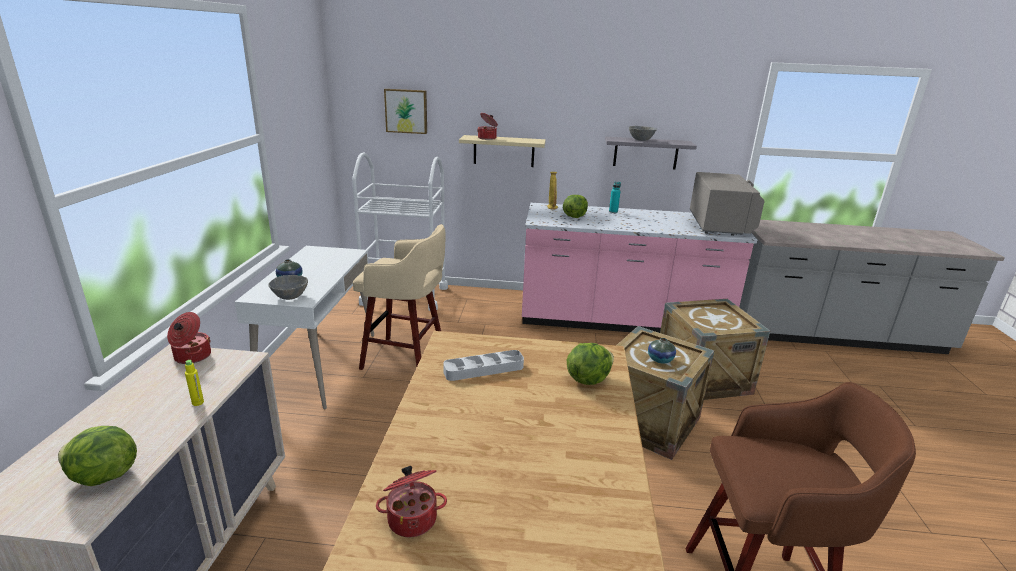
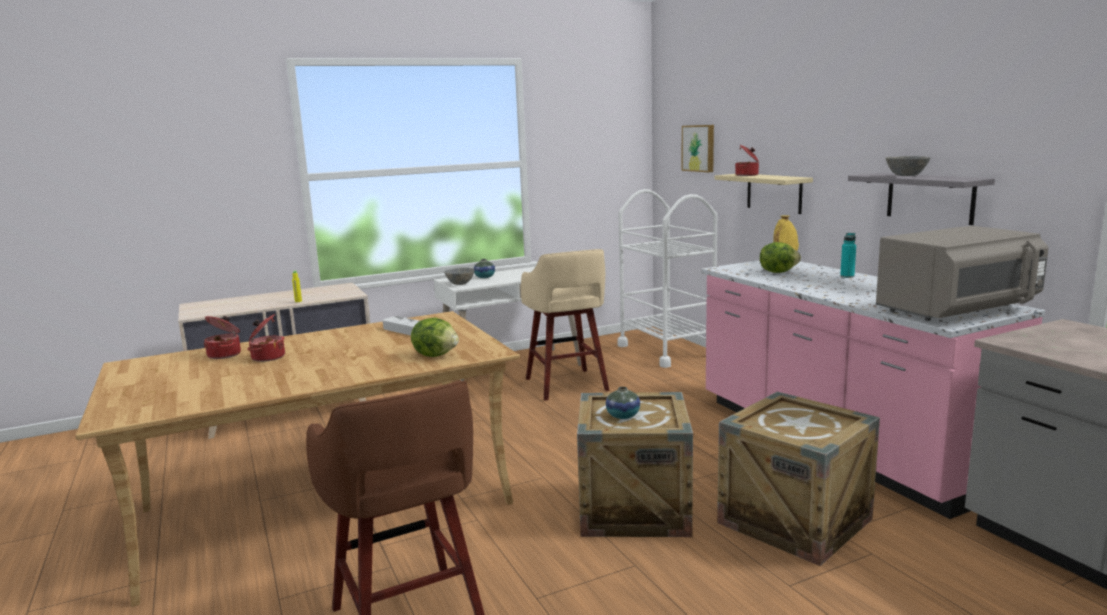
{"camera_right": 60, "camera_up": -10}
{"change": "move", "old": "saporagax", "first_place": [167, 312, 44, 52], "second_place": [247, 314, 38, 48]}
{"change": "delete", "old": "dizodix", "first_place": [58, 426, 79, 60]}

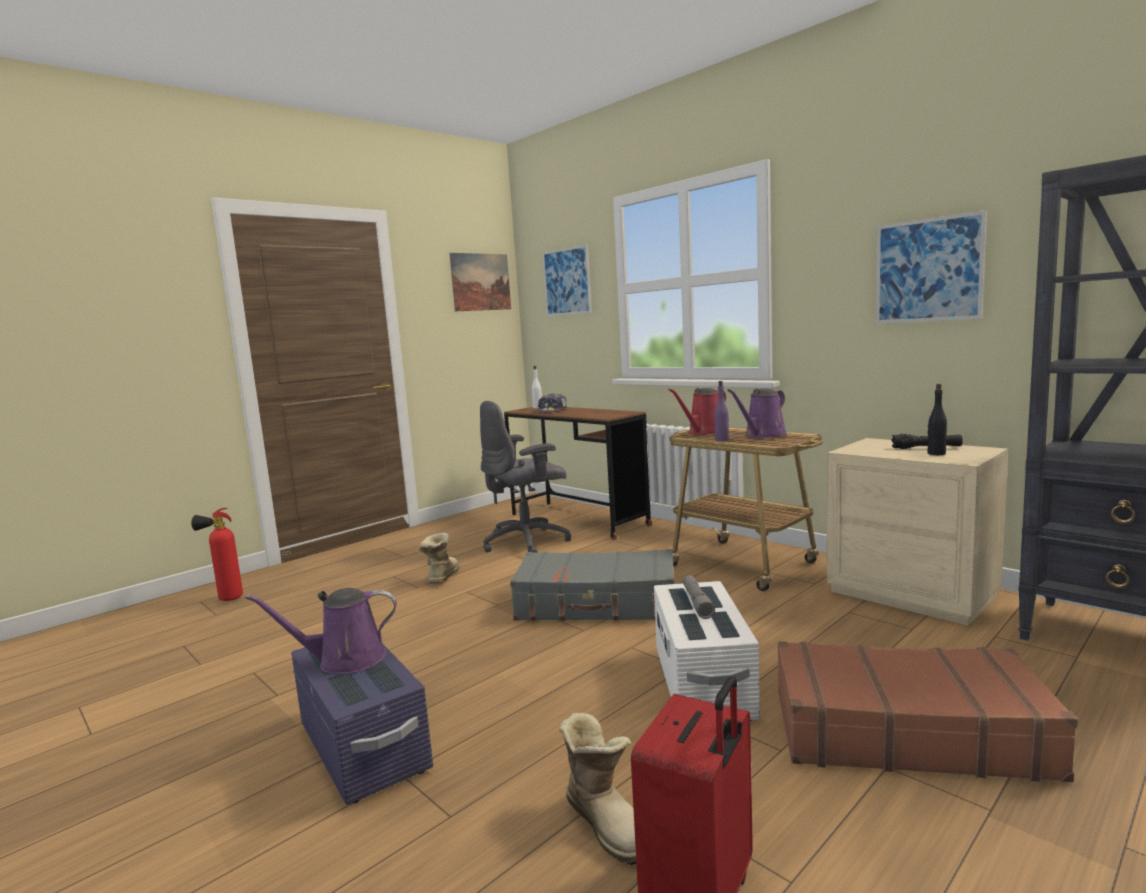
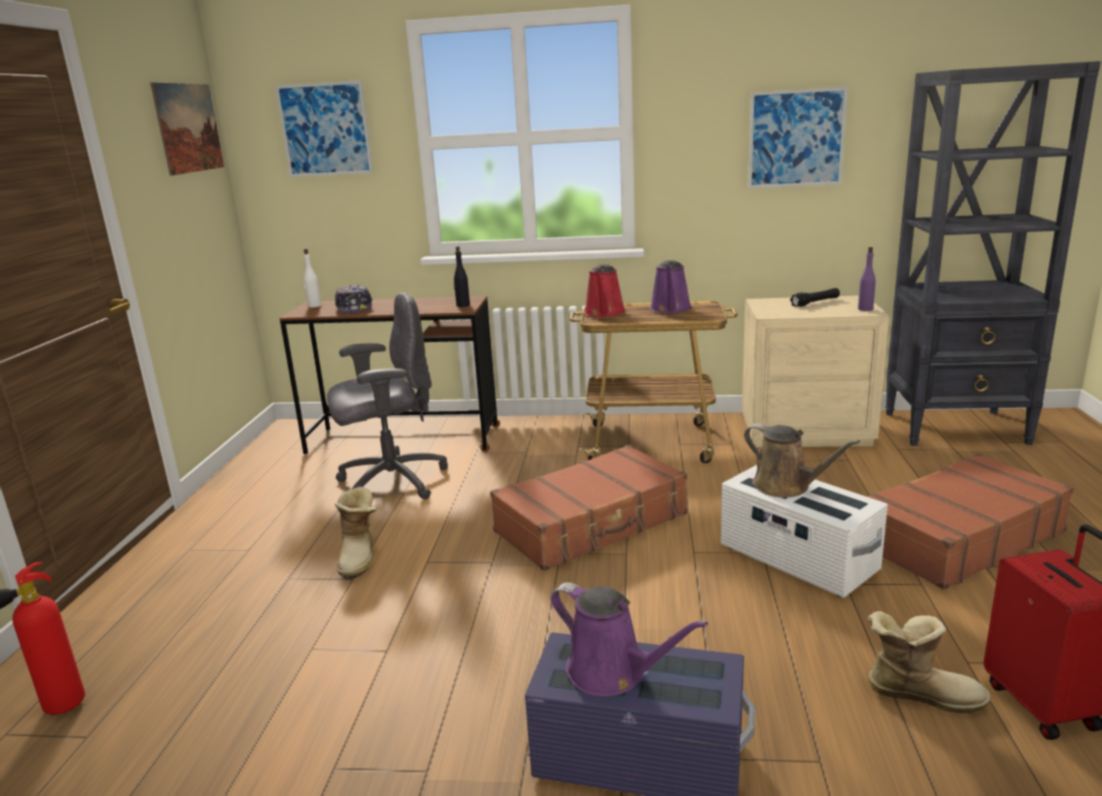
{"camera_right": -40, "camera_up": 10}
{"change": "rotate", "old": "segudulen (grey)", "first_place": [480, 401, 91, 152], "second_place": [327, 293, 121, 206], "degrees": -135}
{"change": "rotate", "old": "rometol", "first_place": [419, 533, 40, 51], "second_place": [334, 486, 43, 93], "degrees": -150}
{"change": "move", "old": "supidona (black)", "first_place": [928, 384, 19, 71], "second_place": [454, 246, 16, 61]}
{"change": "recolor", "old": "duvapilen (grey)", "new": "duvapilen (brown)", "first_place": [510, 549, 164, 72], "second_place": [490, 445, 197, 126]}
{"change": "rotate", "old": "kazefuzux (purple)", "first_place": [245, 588, 152, 86], "second_place": [551, 582, 157, 115], "degrees": -90}
{"change": "replace", "old": "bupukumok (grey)", "new": "kazefuzux (brown)", "first_place": [682, 575, 33, 44], "second_place": [744, 424, 116, 74]}
{"change": "move", "old": "supidona (purple)", "first_place": [714, 381, 15, 60], "second_place": [858, 247, 18, 64]}

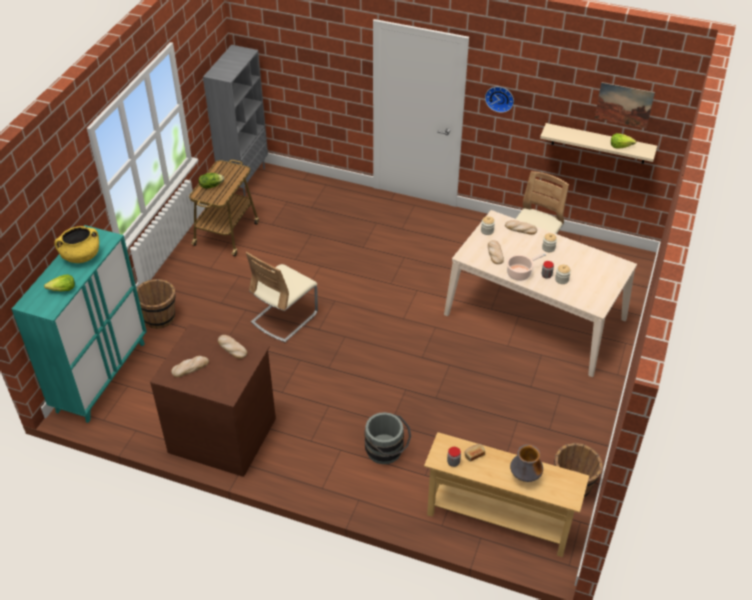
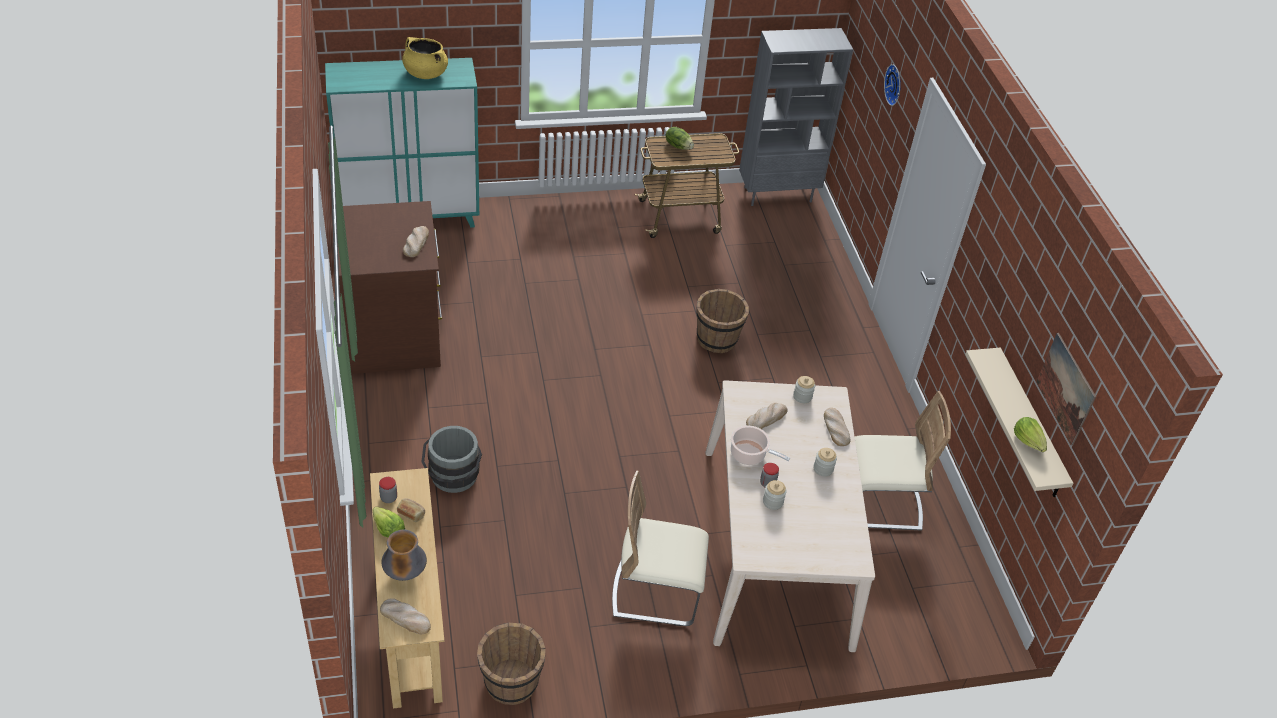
{"camera_right": 55, "camera_up": 0}
{"change": "move", "old": "dizodix", "first_place": [44, 274, 31, 17], "second_place": [373, 507, 32, 30]}
{"change": "move", "old": "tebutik", "first_place": [171, 356, 38, 21], "second_place": [380, 598, 51, 36]}
{"change": "move", "old": "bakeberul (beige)", "first_place": [246, 252, 72, 91], "second_place": [612, 471, 97, 155]}
{"change": "move", "old": "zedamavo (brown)", "first_place": [136, 279, 39, 50], "second_place": [696, 289, 53, 64]}
{"change": "move", "old": "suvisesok", "first_place": [485, 87, 29, 26], "second_place": [884, 64, 17, 42]}

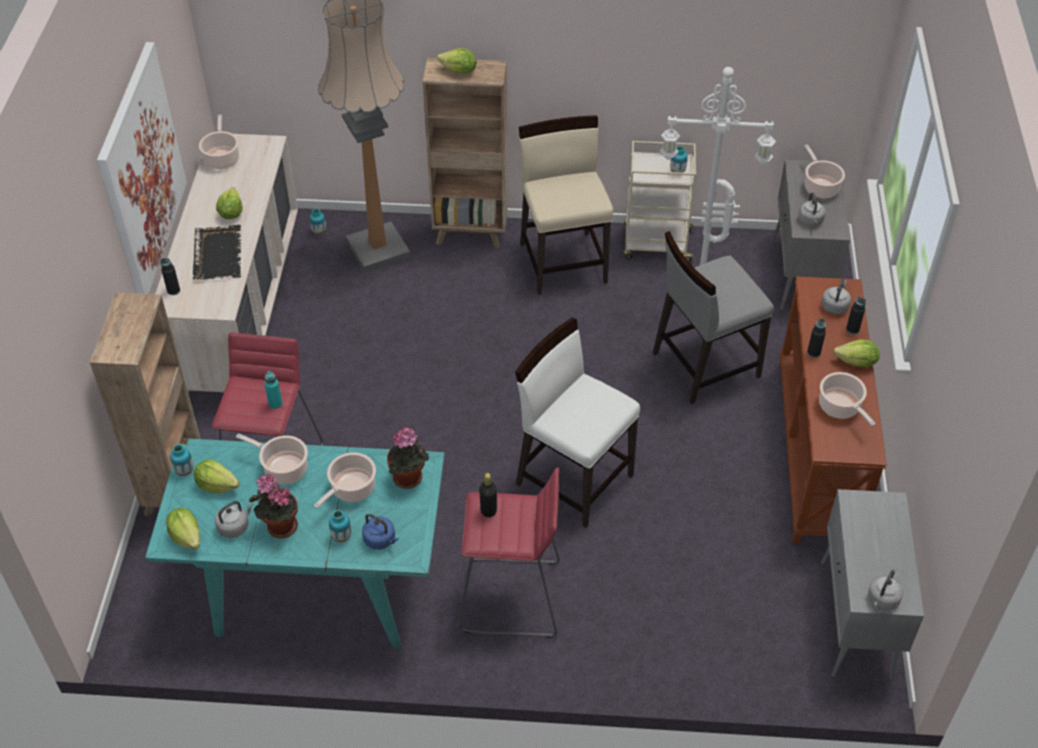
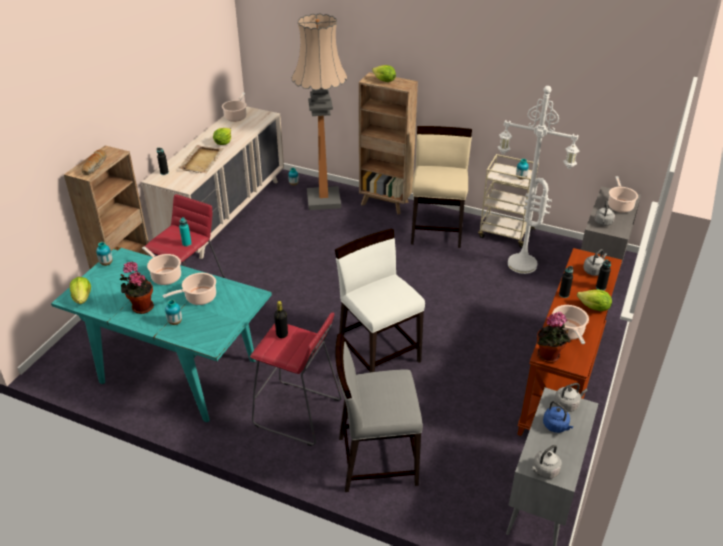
{"camera_right": 20, "camera_up": -10}
{"change": "insert", "new": "tebutik", "second_place": [81, 149, 25, 26]}
{"change": "recolor", "old": "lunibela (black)", "new": "lunibela (beige)", "first_place": [193, 225, 48, 55], "second_place": [178, 145, 46, 29]}
{"change": "move", "old": "bakeberul (grey)", "first_place": [653, 231, 121, 173], "second_place": [335, 333, 88, 159]}
{"change": "move", "old": "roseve", "first_place": [387, 427, 42, 62], "second_place": [537, 312, 33, 51]}
{"change": "move", "old": "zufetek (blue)", "first_place": [362, 514, 37, 36], "second_place": [543, 401, 31, 32]}
{"change": "move", "old": "zufetek (grey)", "first_place": [215, 501, 39, 37], "second_place": [554, 383, 34, 29]}
{"change": "delete", "old": "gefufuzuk", "first_place": [97, 42, 90, 252]}
{"change": "delete", "old": "dizodix", "first_place": [194, 459, 46, 35]}

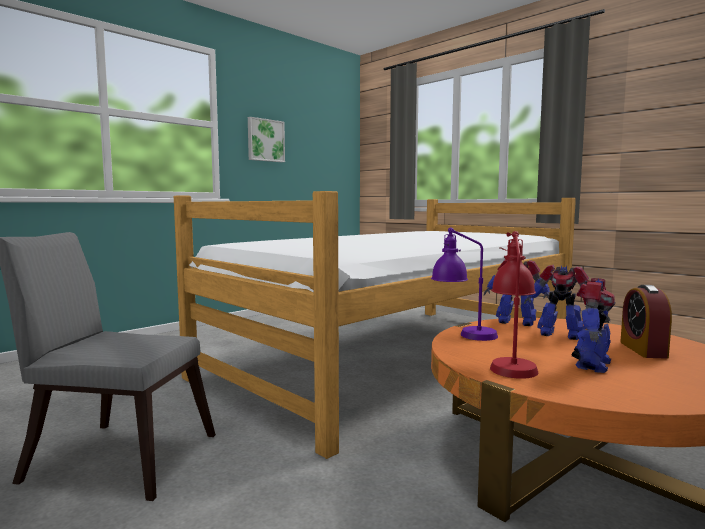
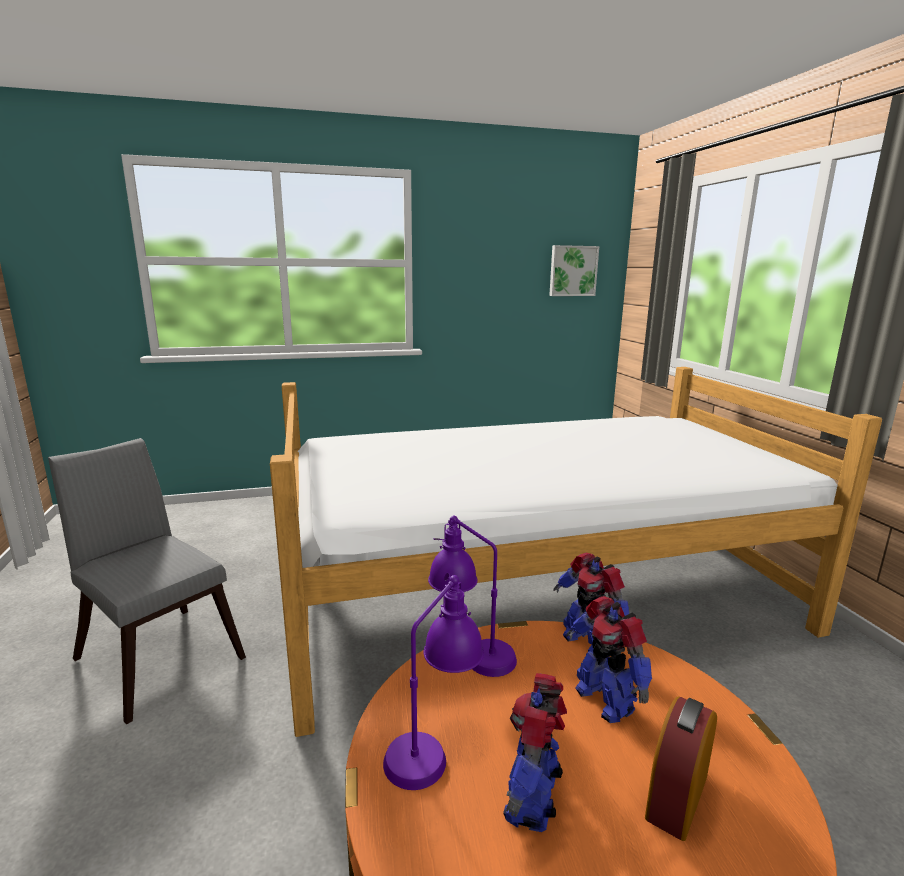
{"camera_right": 30, "camera_up": 10}
{"change": "recolor", "old": "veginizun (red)", "new": "veginizun (purple)", "first_place": [490, 231, 48, 148], "second_place": [383, 573, 101, 217]}
{"change": "rotate", "old": "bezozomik", "first_place": [572, 278, 44, 95], "second_place": [503, 673, 64, 159], "degrees": 135}
{"change": "move", "old": "gefufuzuk", "first_place": [248, 117, 37, 45], "second_place": [549, 245, 50, 51]}

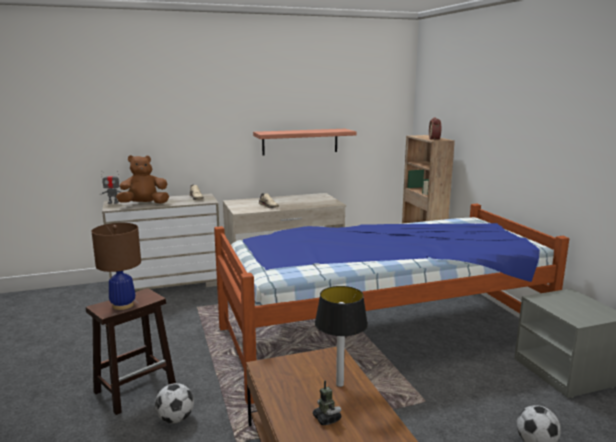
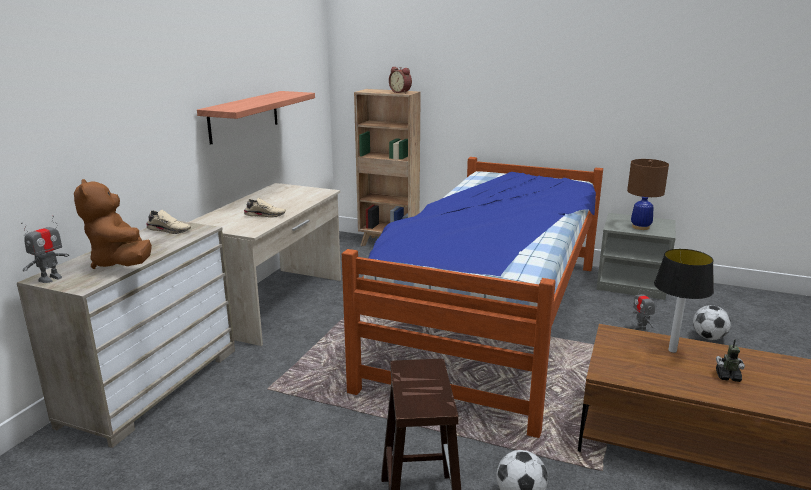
{"camera_right": -50, "camera_up": 5}
{"change": "rotate", "old": "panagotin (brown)", "first_place": [116, 155, 53, 49], "second_place": [74, 179, 78, 90], "degrees": -45}
{"change": "move", "old": "veginizun (brown)", "first_place": [92, 223, 49, 87], "second_place": [627, 159, 42, 71]}
{"change": "insert", "new": "bezozomik", "second_place": [633, 285, 22, 47]}

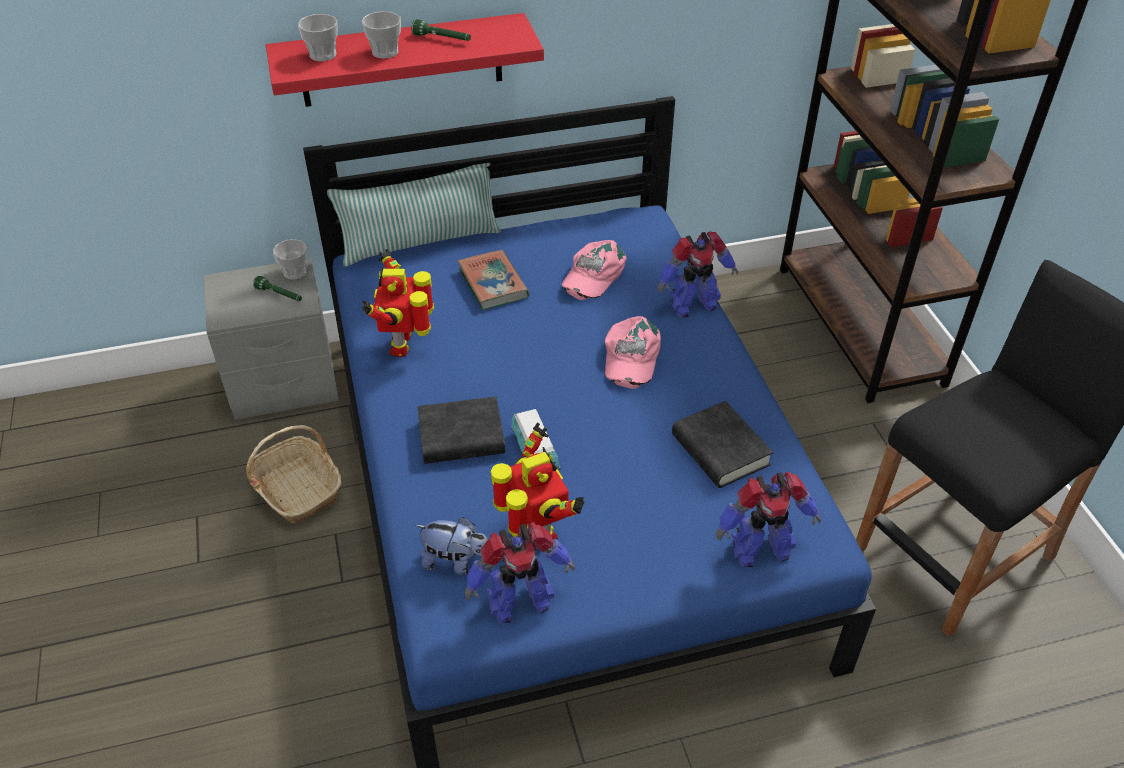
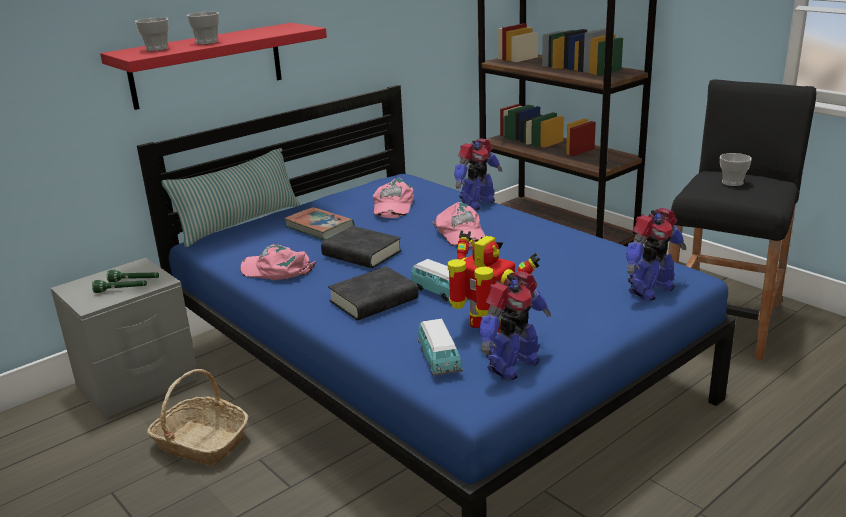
{"camera_right": -25, "camera_up": -20}
{"change": "move", "old": "bupukumok (green)", "first_place": [411, 19, 60, 22], "second_place": [92, 280, 55, 13]}
{"change": "replace", "old": "bezozomik", "new": "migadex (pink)", "first_place": [362, 249, 72, 108], "second_place": [240, 244, 76, 36]}
{"change": "move", "old": "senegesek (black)", "first_place": [672, 401, 101, 87], "second_place": [321, 226, 81, 42]}
{"change": "replace", "old": "panagotin", "new": "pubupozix", "first_place": [415, 517, 73, 58], "second_place": [418, 319, 45, 57]}
{"change": "move", "old": "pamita", "first_place": [273, 239, 34, 41], "second_place": [720, 153, 32, 33]}

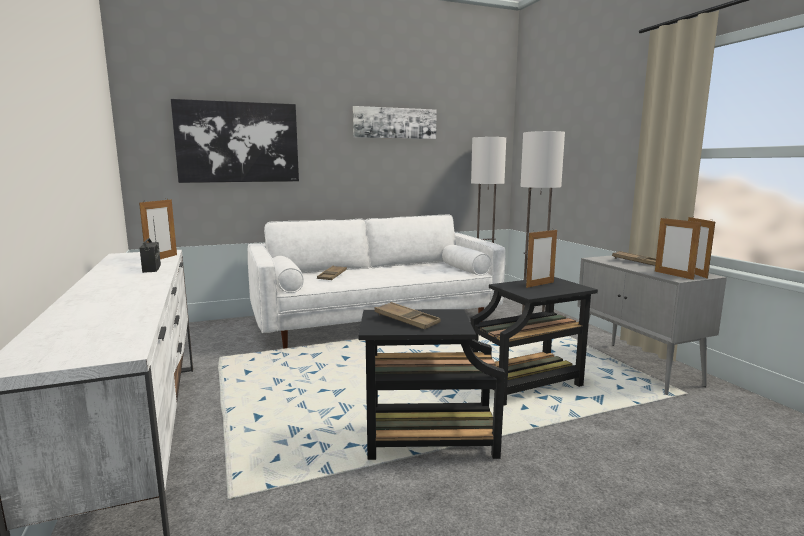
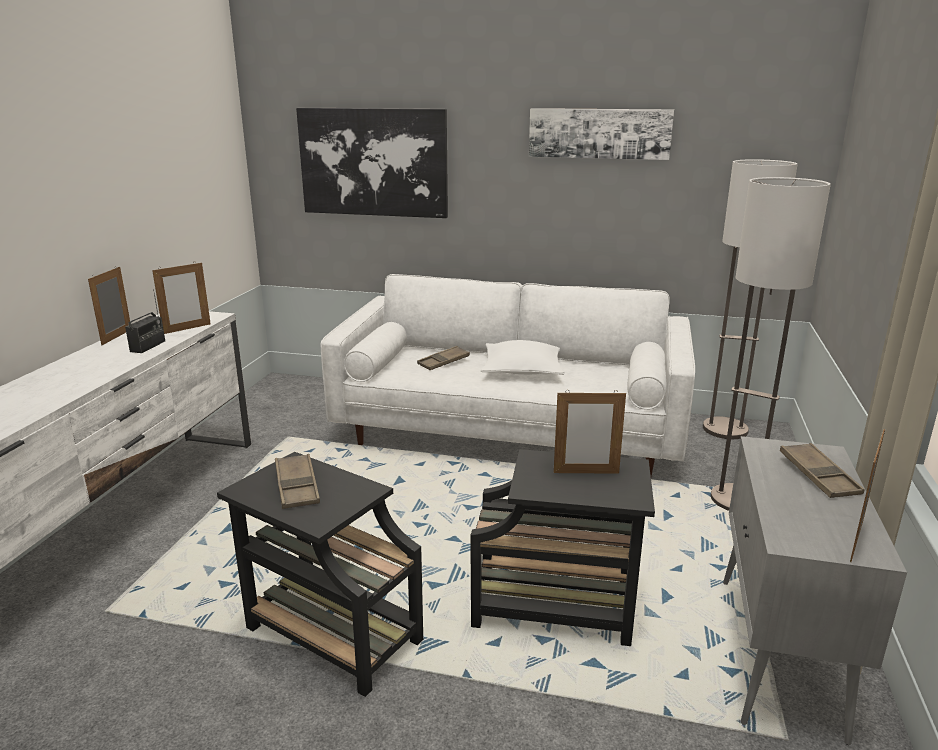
{"camera_right": 35, "camera_up": 10}
{"change": "move", "old": "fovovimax", "first_place": [655, 218, 46, 62], "second_place": [88, 267, 42, 78]}
{"change": "insert", "new": "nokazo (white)", "second_place": [481, 340, 84, 35]}

